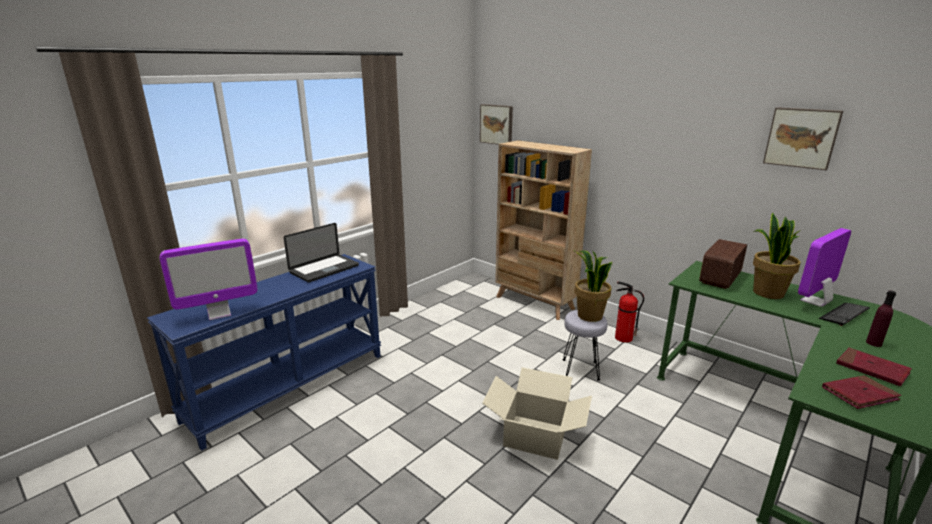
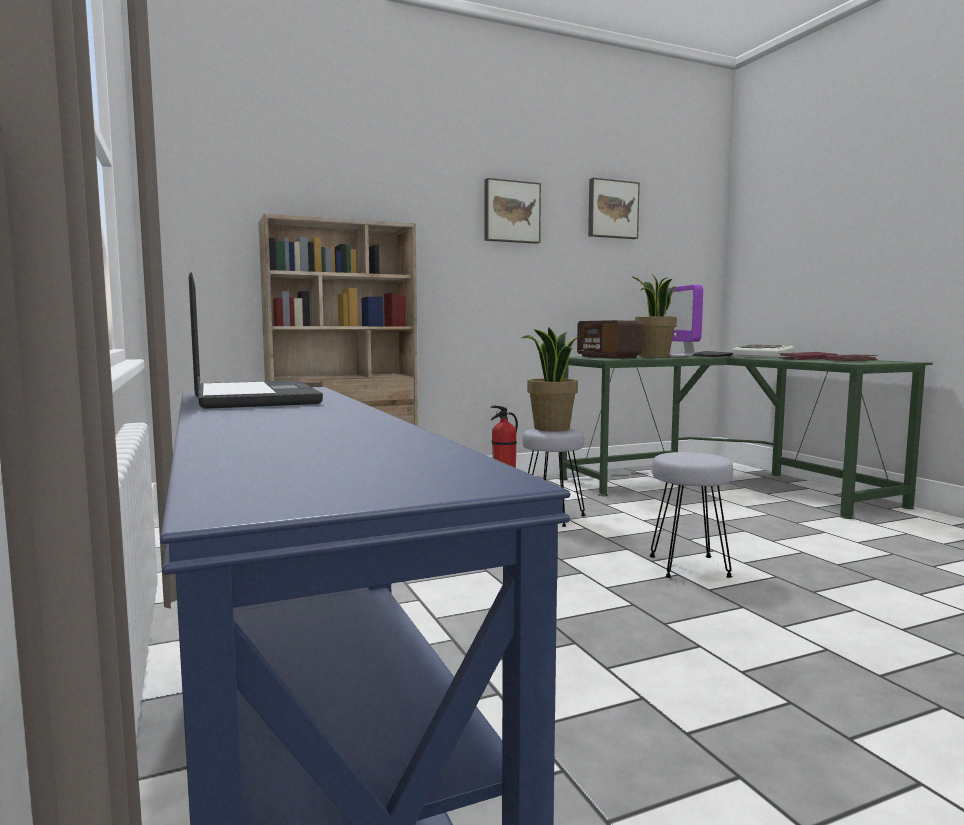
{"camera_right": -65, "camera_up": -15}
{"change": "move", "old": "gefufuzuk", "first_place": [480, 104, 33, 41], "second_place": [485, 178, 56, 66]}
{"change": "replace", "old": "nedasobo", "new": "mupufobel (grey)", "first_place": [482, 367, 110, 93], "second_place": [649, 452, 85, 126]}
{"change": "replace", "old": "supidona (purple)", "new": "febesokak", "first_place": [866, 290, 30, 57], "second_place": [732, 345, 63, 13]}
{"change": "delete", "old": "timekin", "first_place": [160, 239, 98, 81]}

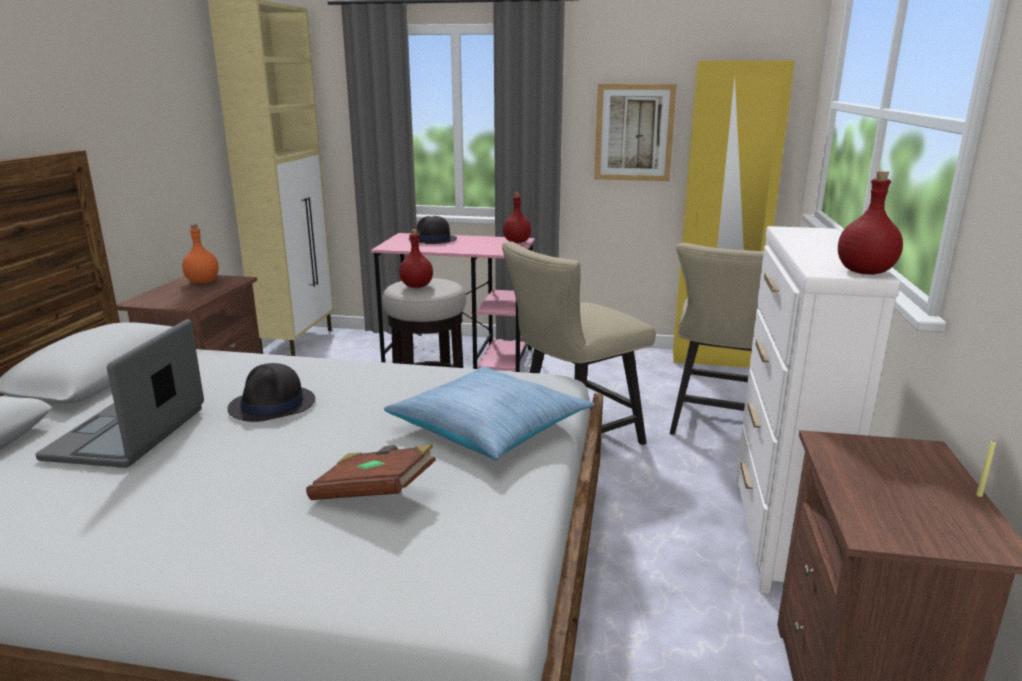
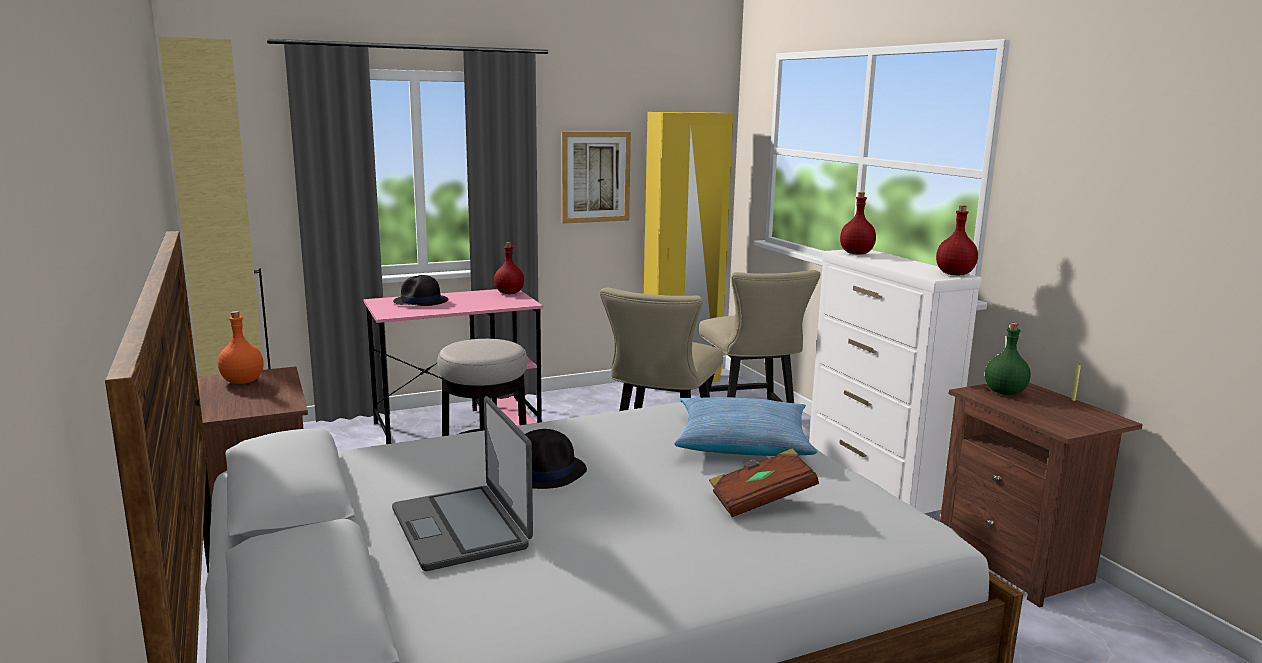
{"camera_right": -35, "camera_up": -5}
{"change": "move", "old": "supidona (red)", "first_place": [399, 229, 34, 59], "second_place": [840, 192, 36, 62]}
{"change": "insert", "new": "supidona (green)", "second_place": [985, 323, 46, 72]}

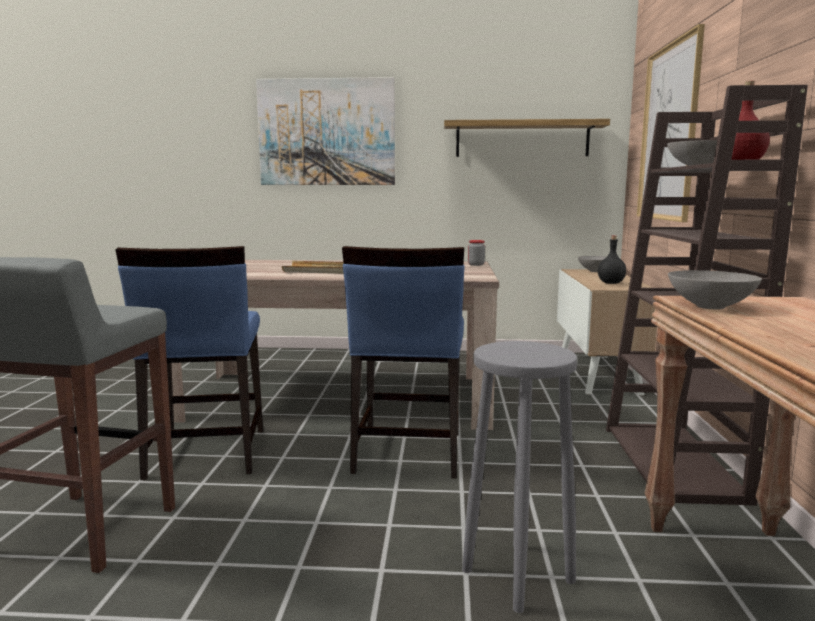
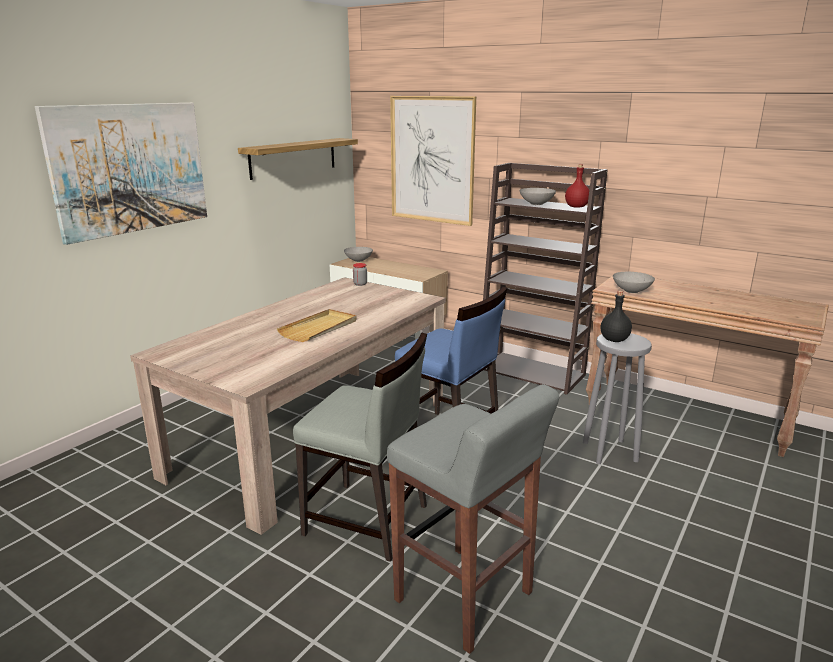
{"camera_right": -60, "camera_up": 10}
{"change": "recolor", "old": "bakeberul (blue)", "new": "bakeberul (grey)", "first_place": [115, 246, 148, 234], "second_place": [293, 332, 134, 230]}
{"change": "move", "old": "supidona (black)", "first_place": [598, 236, 28, 48], "second_place": [601, 291, 31, 51]}

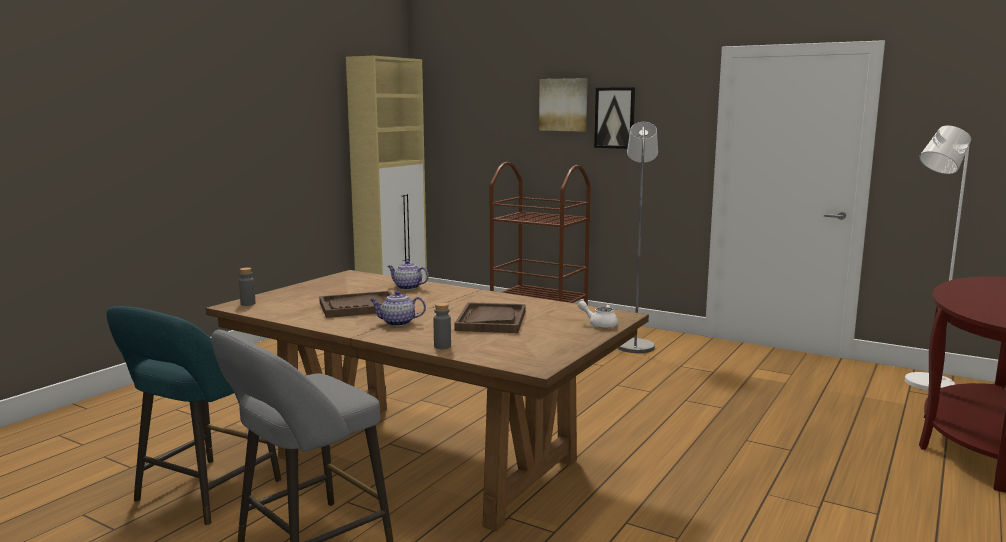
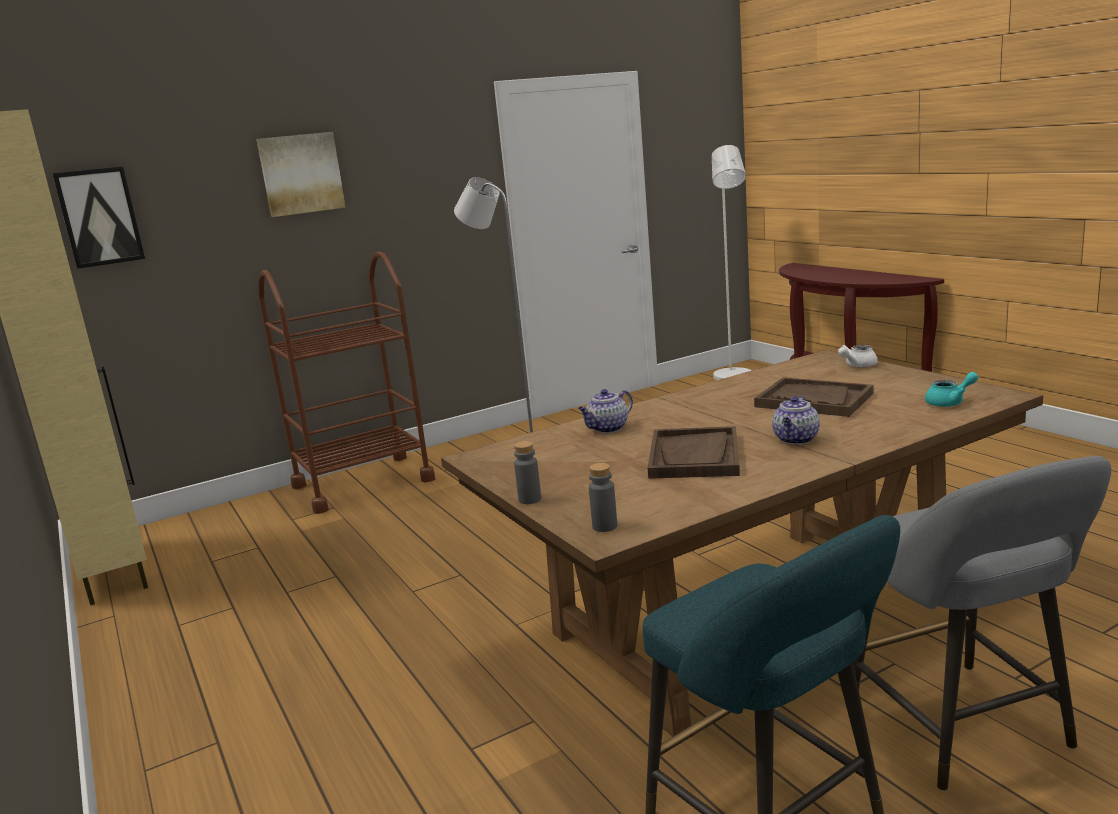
{"camera_right": -60, "camera_up": 5}
{"change": "move", "old": "gefufuzuk", "first_place": [594, 87, 41, 62], "second_place": [53, 166, 92, 103]}
{"change": "move", "old": "supidona (grey)", "first_place": [433, 302, 18, 47], "second_place": [514, 441, 27, 63]}
{"change": "insert", "new": "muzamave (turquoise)", "second_place": [925, 372, 53, 35]}

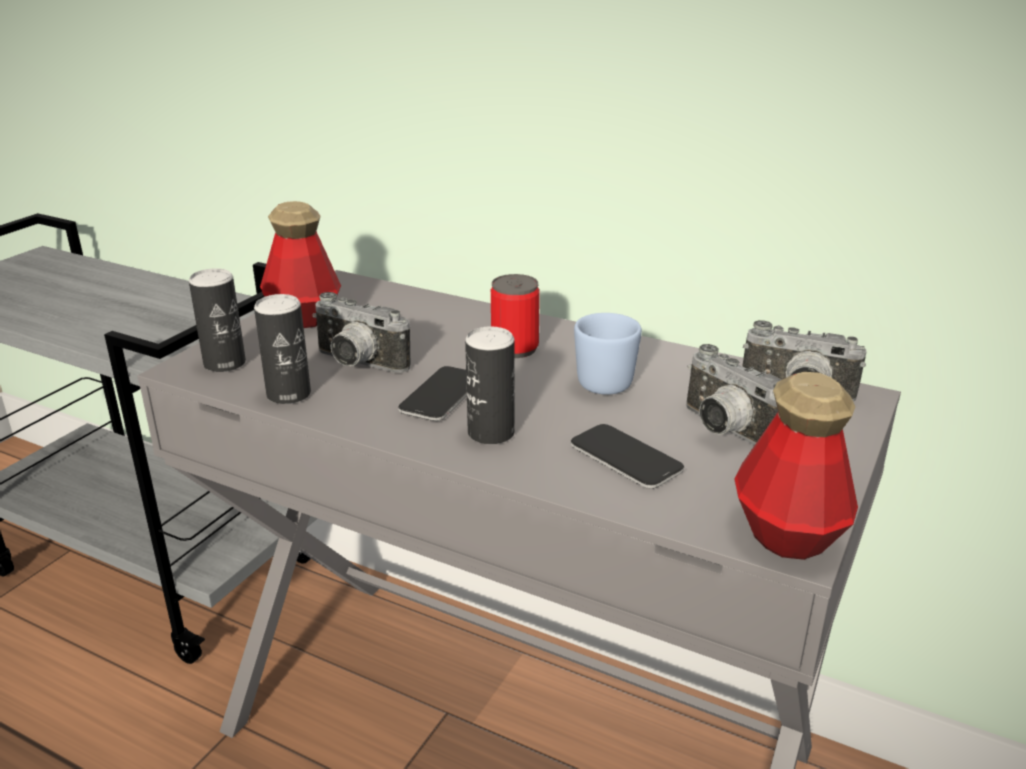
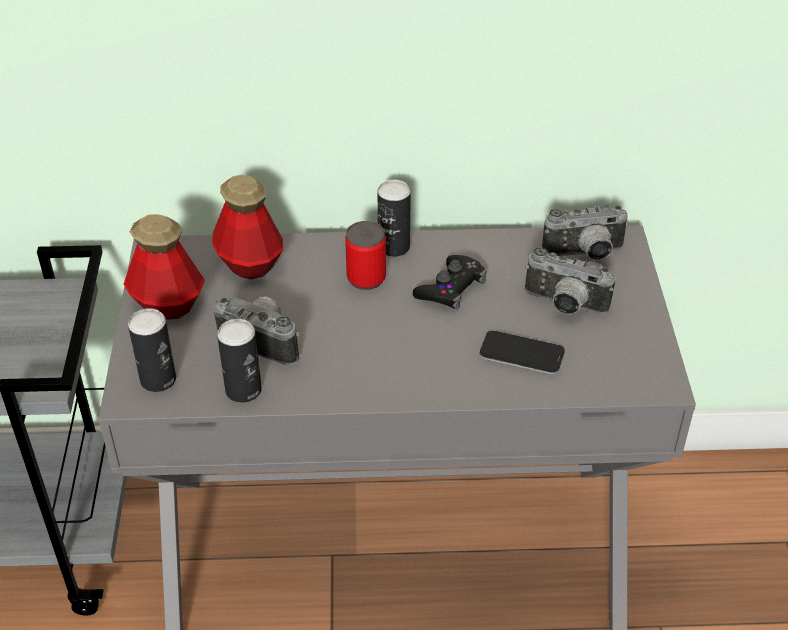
{"camera_right": -30, "camera_up": 15}
{"change": "move", "old": "supidona", "first_place": [734, 372, 124, 188], "second_place": [212, 174, 71, 105]}
{"change": "rotate", "old": "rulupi", "first_place": [312, 292, 98, 81], "second_place": [213, 296, 87, 70], "degrees": -150}
{"change": "move", "old": "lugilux", "first_place": [465, 327, 50, 117], "second_place": [377, 180, 34, 77]}
{"change": "replace", "old": "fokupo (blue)", "new": "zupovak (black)", "first_place": [574, 313, 68, 82], "second_place": [413, 255, 74, 55]}
{"change": "delete", "old": "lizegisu", "first_place": [398, 366, 69, 55]}

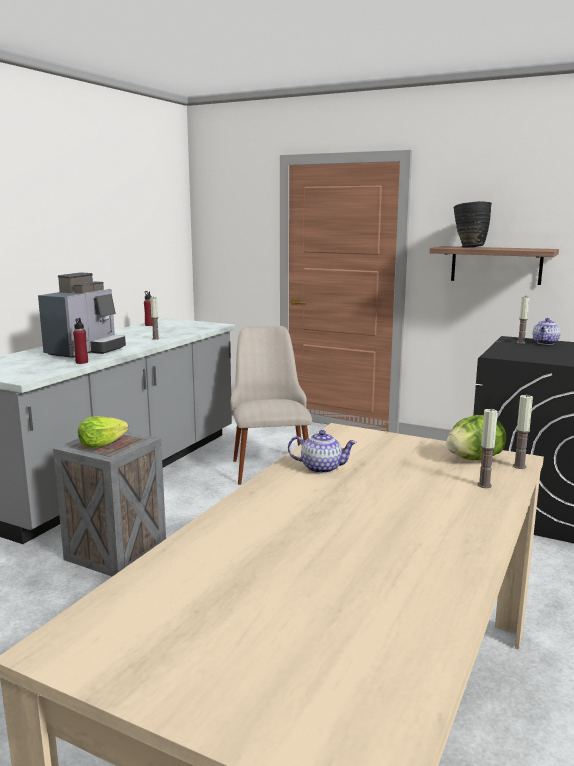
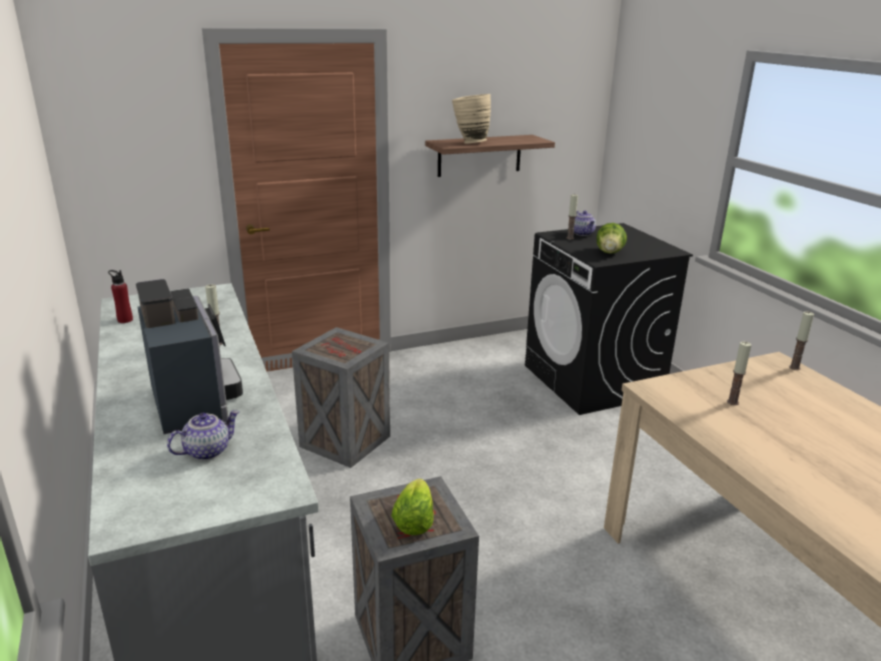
{"camera_right": -50, "camera_up": 10}
{"change": "move", "old": "muzamave", "first_place": [288, 430, 69, 44], "second_place": [167, 410, 72, 50]}
{"change": "replace", "old": "bakeberul (beige)", "new": "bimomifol", "first_place": [231, 326, 81, 159], "second_place": [292, 327, 98, 141]}
{"change": "recolor", "old": "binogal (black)", "new": "binogal (beige)", "first_place": [453, 201, 39, 47], "second_place": [452, 94, 39, 49]}
{"change": "move", "old": "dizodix", "first_place": [446, 415, 60, 45], "second_place": [596, 223, 31, 31]}
{"change": "move", "old": "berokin", "first_place": [478, 408, 20, 80], "second_place": [727, 341, 25, 64]}
{"change": "delete", "old": "supidona (red)", "first_place": [73, 318, 15, 46]}

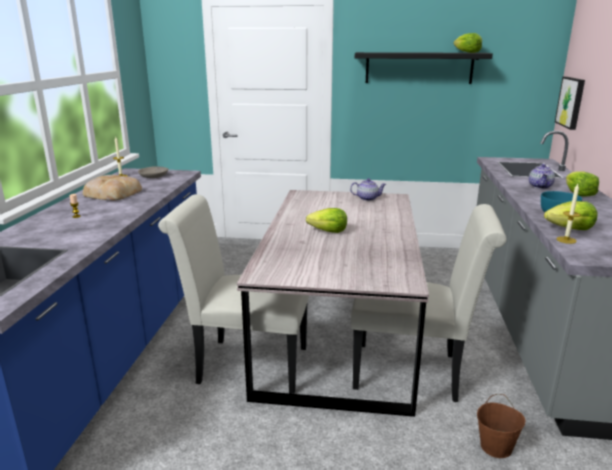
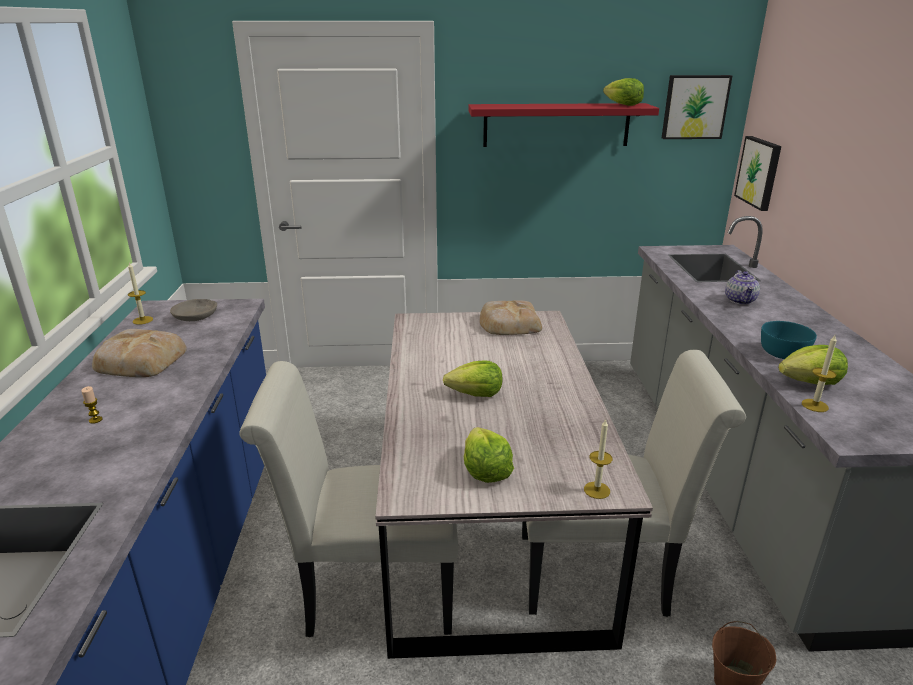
{"camera_right": -10, "camera_up": 5}
{"change": "move", "old": "dizodix", "first_place": [566, 171, 33, 26], "second_place": [464, 427, 50, 56]}
{"change": "recolor", "old": "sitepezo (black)", "new": "sitepezo (red)", "first_place": [355, 52, 138, 32], "second_place": [468, 103, 191, 44]}
{"change": "replace", "old": "muzamave", "new": "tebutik", "first_place": [350, 178, 36, 23], "second_place": [480, 300, 62, 35]}
{"change": "insert", "new": "berokin", "second_place": [584, 419, 29, 80]}
{"change": "insert", "new": "gefufuzuk", "second_place": [662, 75, 70, 64]}

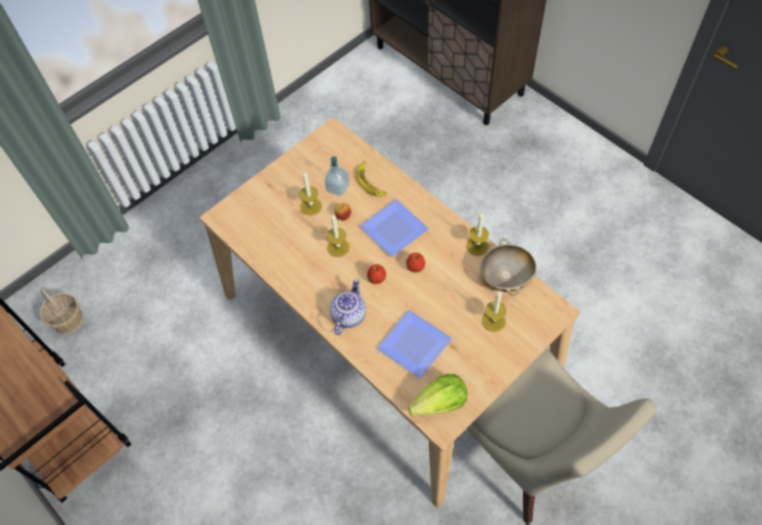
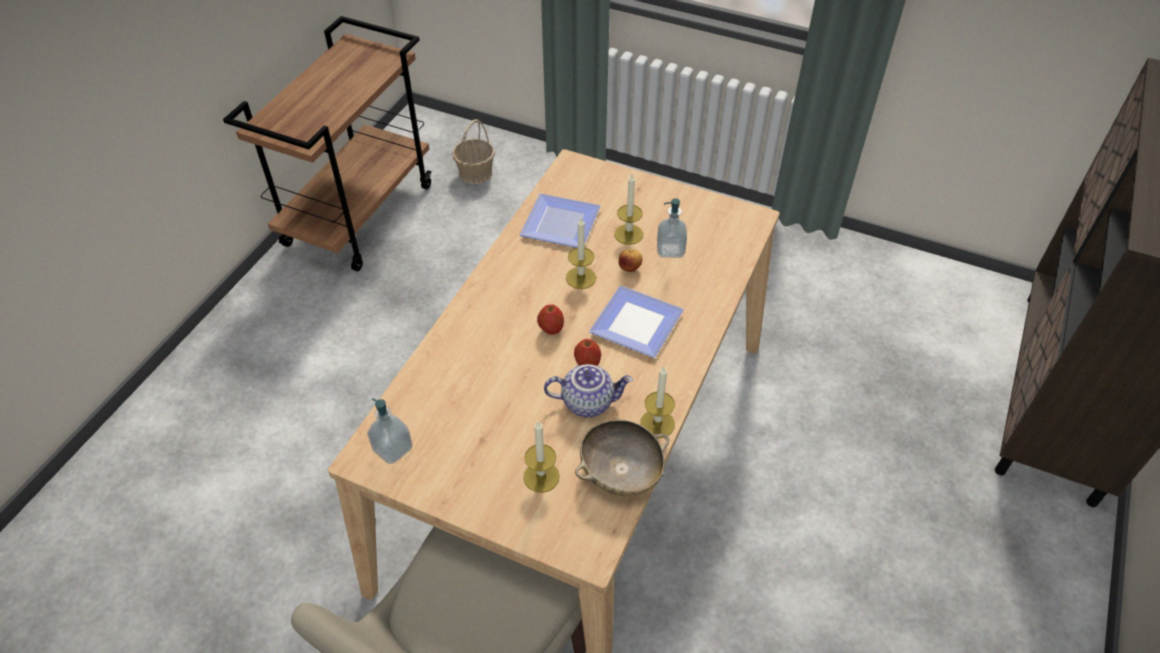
{"camera_right": 65, "camera_up": -10}
{"change": "replace", "old": "dizodix", "new": "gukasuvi", "first_place": [408, 374, 60, 43], "second_place": [367, 398, 46, 66]}
{"change": "move", "old": "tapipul", "first_place": [377, 310, 75, 69], "second_place": [520, 193, 80, 55]}
{"change": "move", "old": "muzamave", "first_place": [330, 279, 36, 56], "second_place": [544, 364, 89, 53]}
{"change": "delete", "old": "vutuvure", "first_place": [356, 160, 31, 37]}

